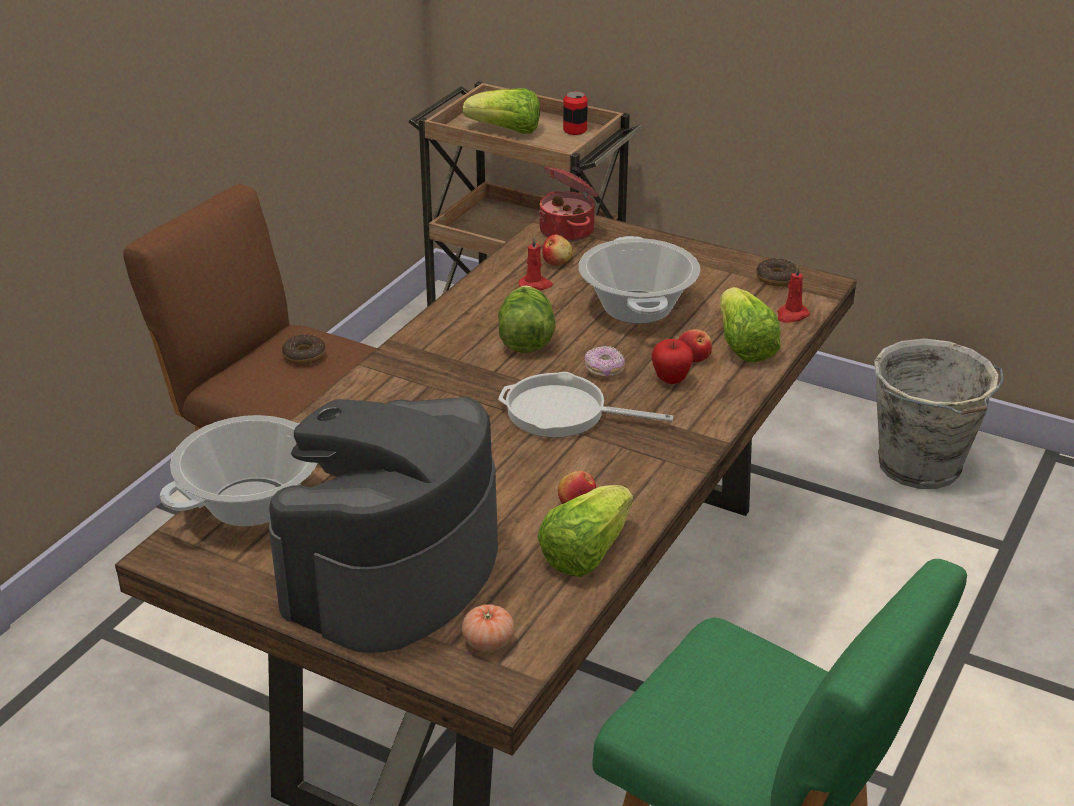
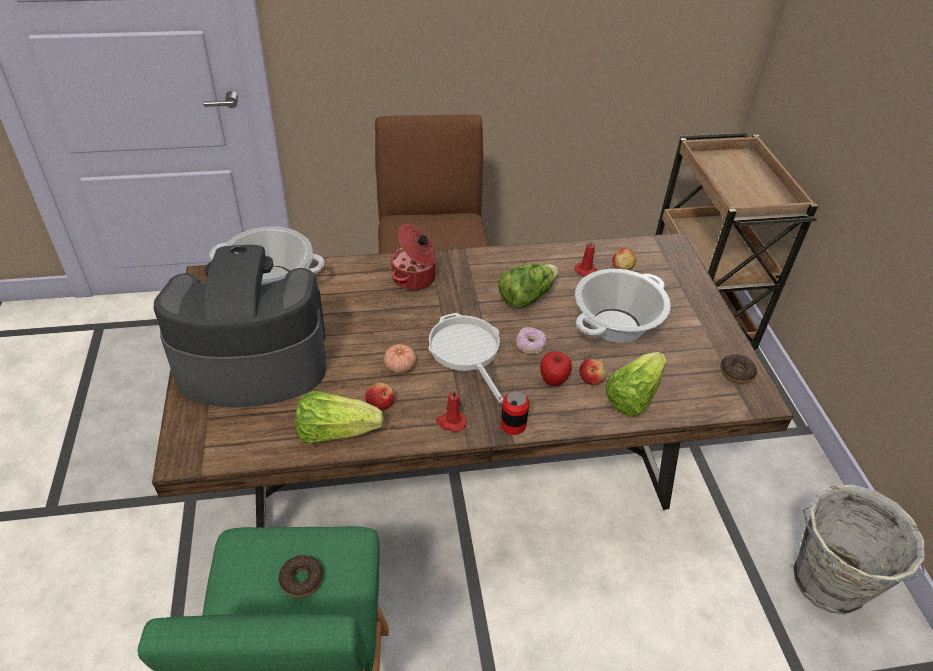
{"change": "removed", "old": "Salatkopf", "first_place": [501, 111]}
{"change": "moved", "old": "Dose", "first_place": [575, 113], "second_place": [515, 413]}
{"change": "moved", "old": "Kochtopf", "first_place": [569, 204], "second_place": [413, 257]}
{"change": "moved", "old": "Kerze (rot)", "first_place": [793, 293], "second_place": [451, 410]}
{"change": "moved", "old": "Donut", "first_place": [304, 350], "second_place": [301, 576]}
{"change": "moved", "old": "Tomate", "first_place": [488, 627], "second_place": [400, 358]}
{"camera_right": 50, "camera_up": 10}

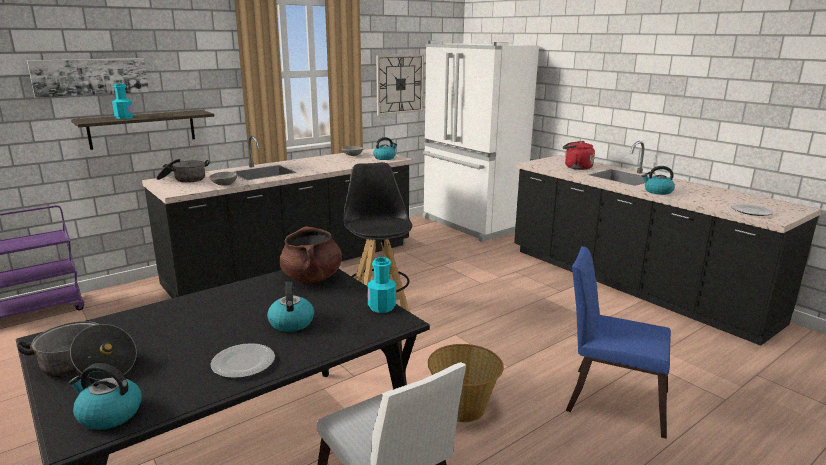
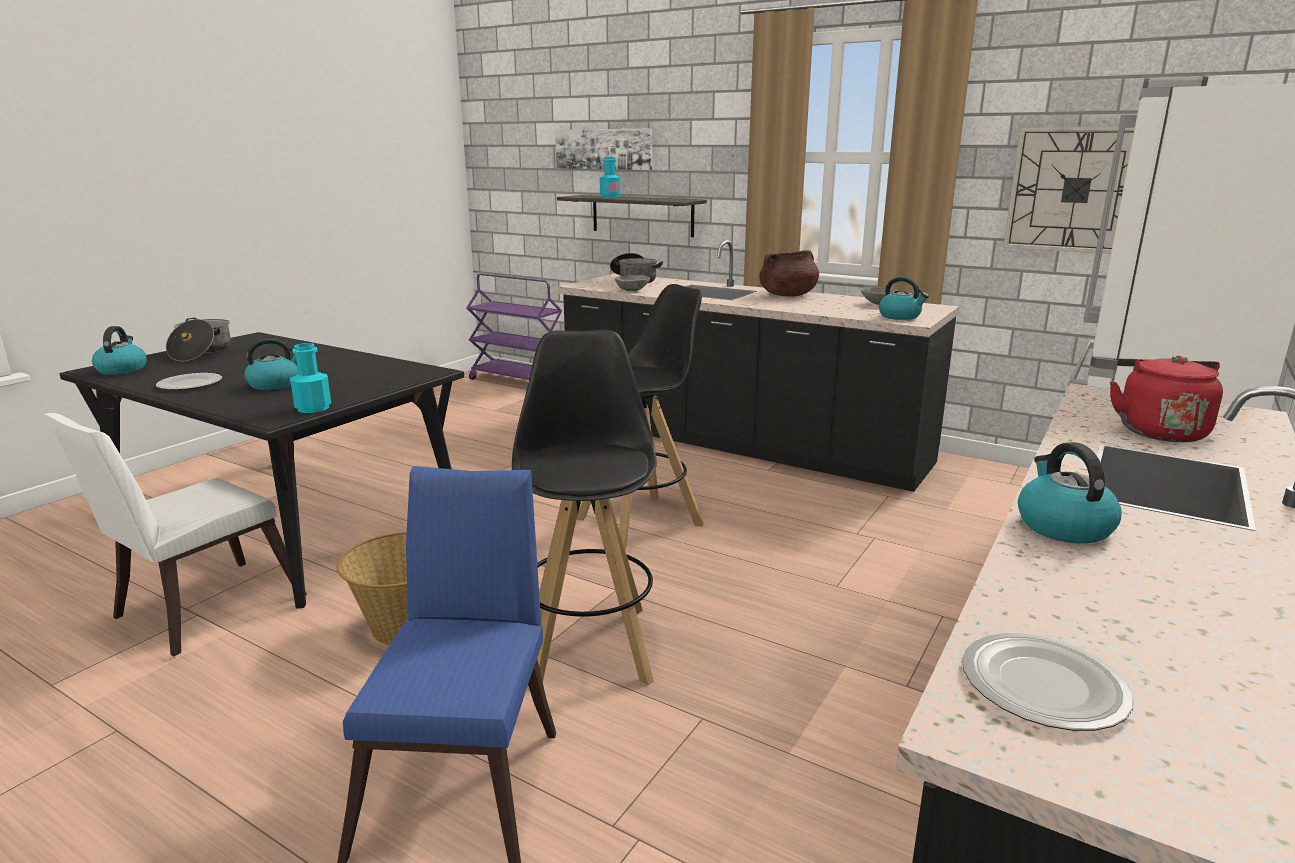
{"change": "moved", "old": "Kochtopf (braun)", "first_place": [310, 255], "second_place": [789, 273]}
{"change": "added", "new": "Hocker (schwarz)", "second_place": [584, 509]}
{"camera_right": 70, "camera_up": 0}

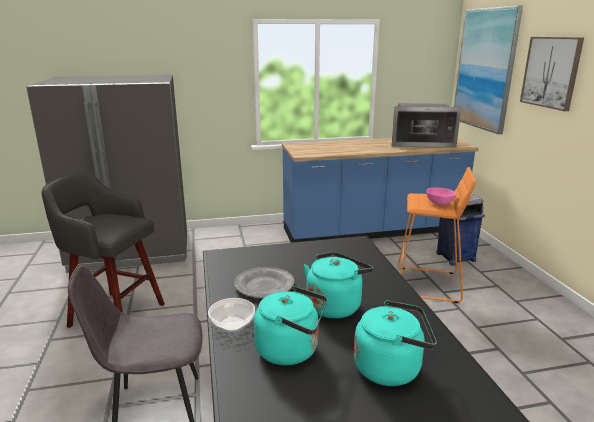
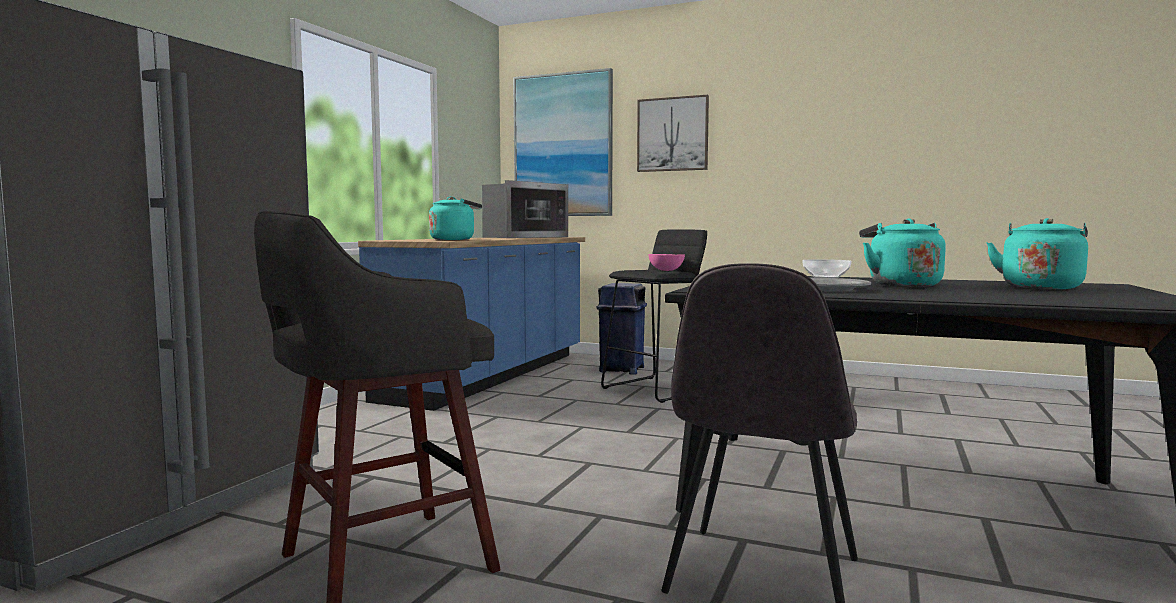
{"change": "recoloured", "old": "Hocker (orange)", "new": "Hocker (schwarz)", "first_place": [437, 235], "second_place": [654, 316]}
{"change": "moved", "old": "Wasserkessel (türkis)", "first_place": [291, 325], "second_place": [455, 218]}
{"change": "moved", "old": "Schüssel", "first_place": [231, 315], "second_place": [826, 268]}
{"camera_right": -55, "camera_up": -15}

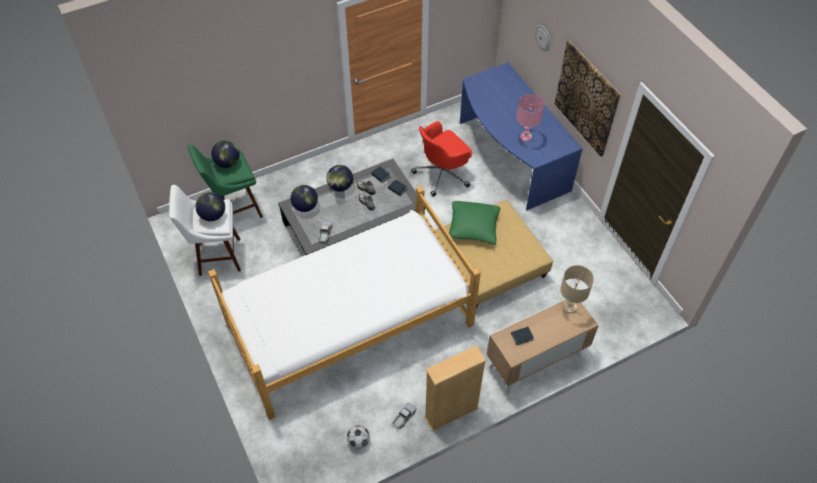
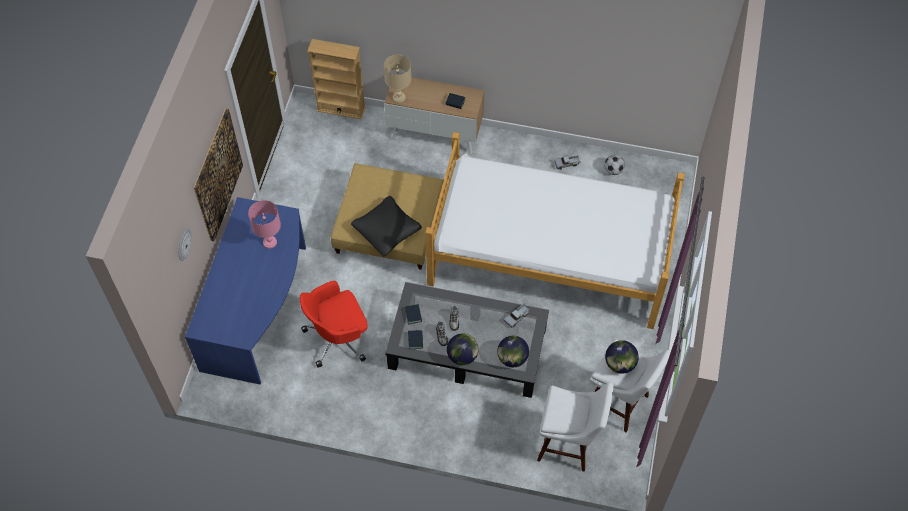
{"change": "turned", "old": "Bürostuhl (rot)", "first_place": [441, 159], "second_place": [334, 324], "degrees": 150}
{"change": "removed", "old": "Globus", "first_place": [225, 154]}
{"change": "recoloured", "old": "Hocker (grün)", "new": "Hocker (weiß)", "first_place": [225, 181], "second_place": [575, 427]}
{"change": "recoloured", "old": "Kissen (grün)", "new": "Kissen (schwarz)", "first_place": [474, 223], "second_place": [386, 226]}
{"change": "moved", "old": "Bücherregal (beige)", "first_place": [455, 388], "second_place": [336, 79]}
{"camera_right": -140, "camera_up": 5}

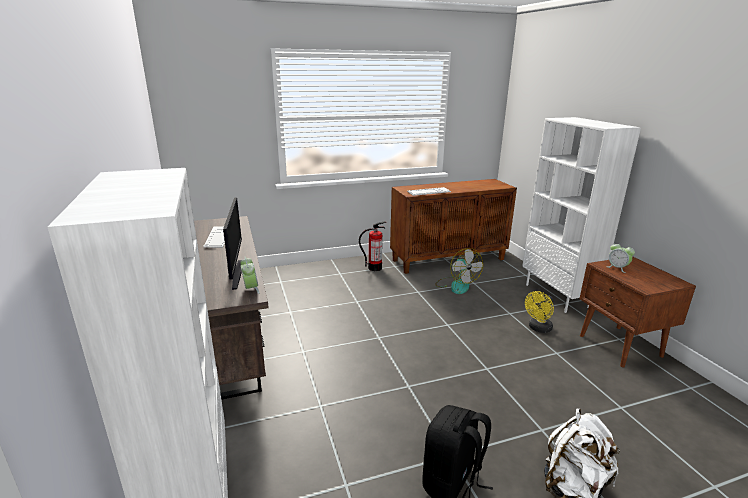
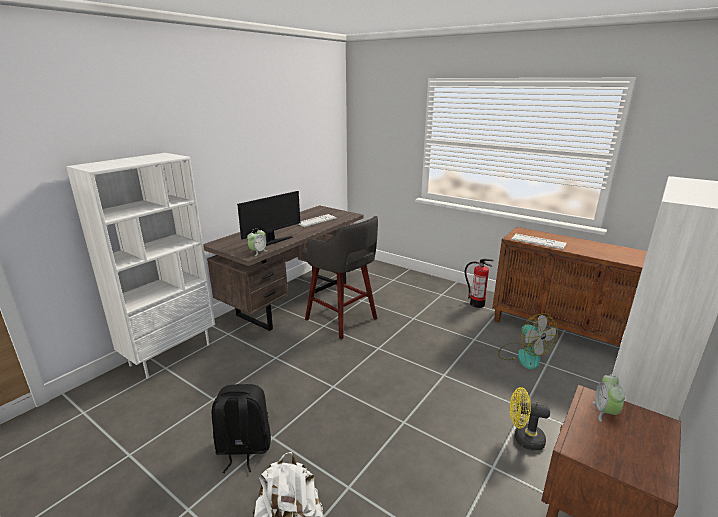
{"change": "turned", "old": "Ventilator", "first_place": [459, 271], "second_place": [528, 341], "degrees": -60}
{"change": "added", "new": "Hocker (grau)", "second_place": [340, 277]}
{"camera_right": 55, "camera_up": 0}

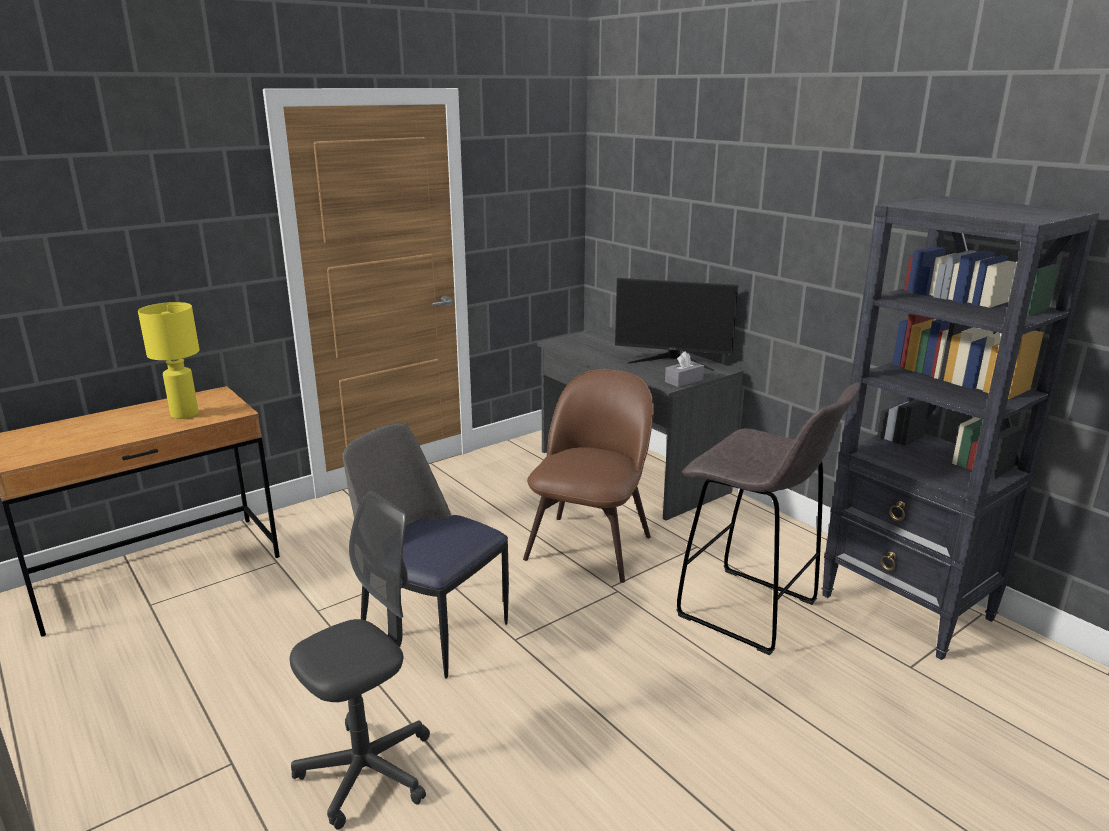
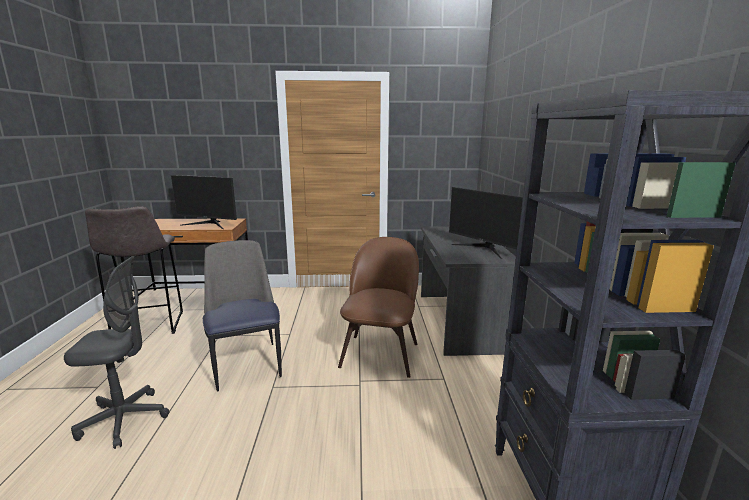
{"change": "replaced", "old": "Tischlampe (gelb)", "new": "Monitor", "first_place": [168, 360], "second_place": [204, 202]}
{"change": "removed", "old": "Taschentuchbox (grau)", "first_place": [684, 369]}
{"change": "turned", "old": "Stuhl (braun)", "first_place": [588, 476], "second_place": [378, 307], "degrees": -45}
{"change": "moved", "old": "Hocker (grau)", "first_place": [768, 518], "second_place": [134, 270]}
{"camera_right": 35, "camera_up": -5}

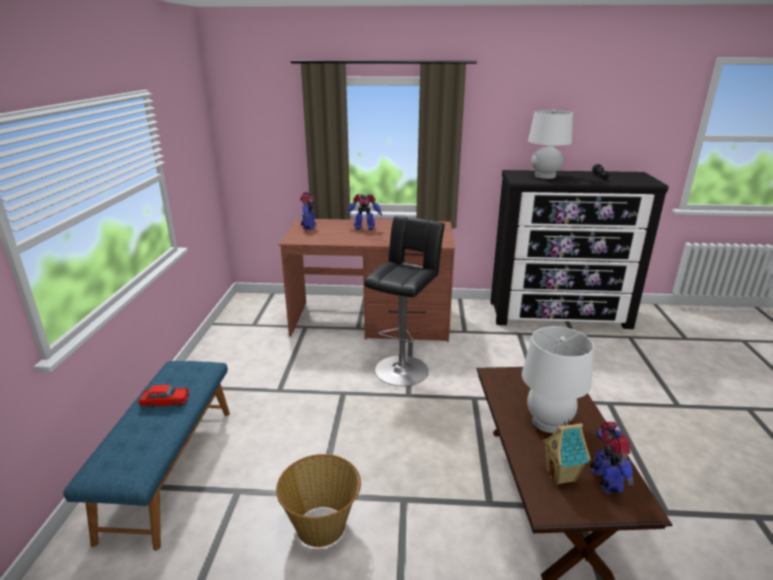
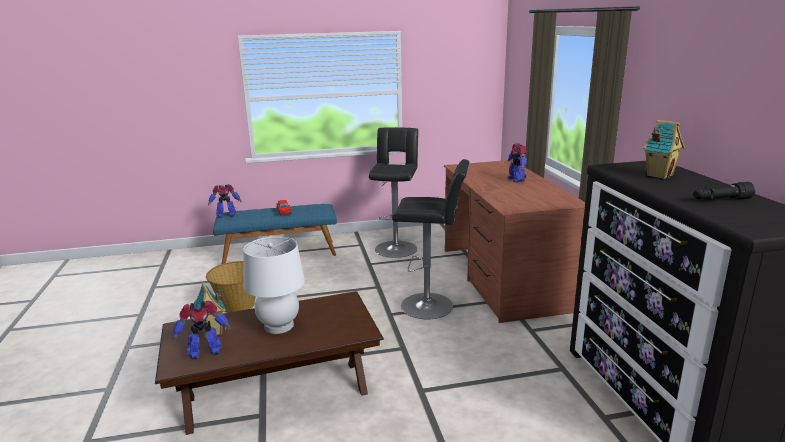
{"change": "replaced", "old": "Tischlampe (weiß)", "new": "Spielzeughaus", "first_place": [550, 144], "second_place": [664, 149]}
{"change": "moved", "old": "Spielzeugroboter", "first_place": [308, 211], "second_place": [225, 201]}
{"change": "added", "new": "Hocker (schwarz)", "second_place": [393, 192]}
{"camera_right": 75, "camera_up": -5}

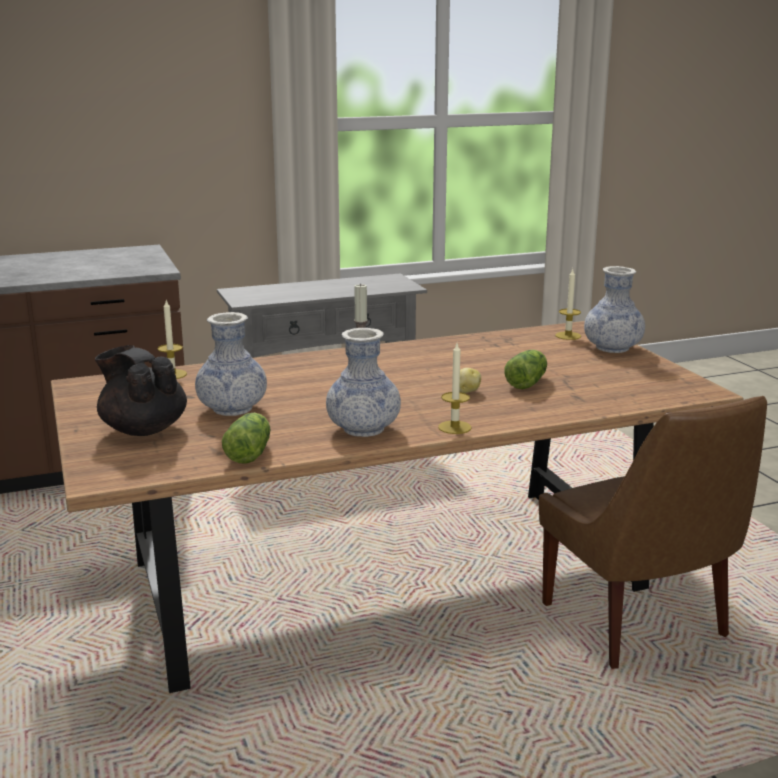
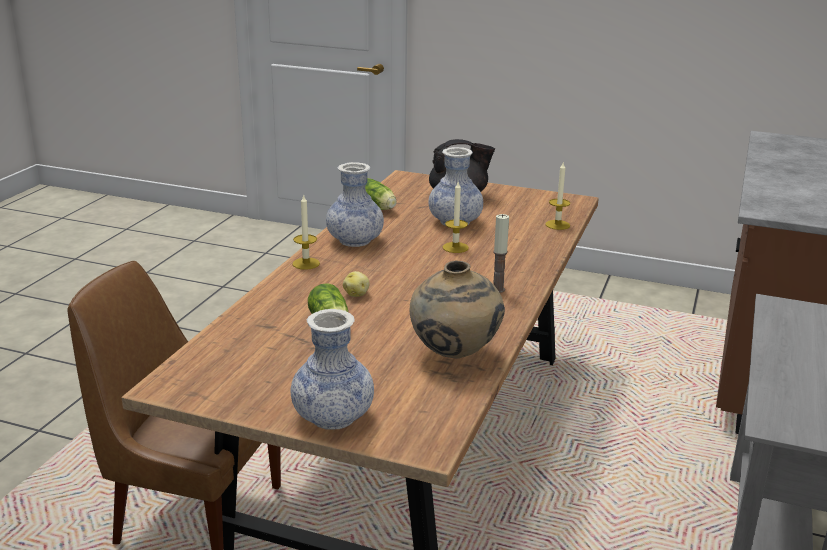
{"change": "moved", "old": "Kerze", "first_place": [568, 304], "second_place": [456, 217]}
{"change": "added", "new": "Vase (beige)", "second_place": [457, 309]}
{"camera_right": 130, "camera_up": 5}

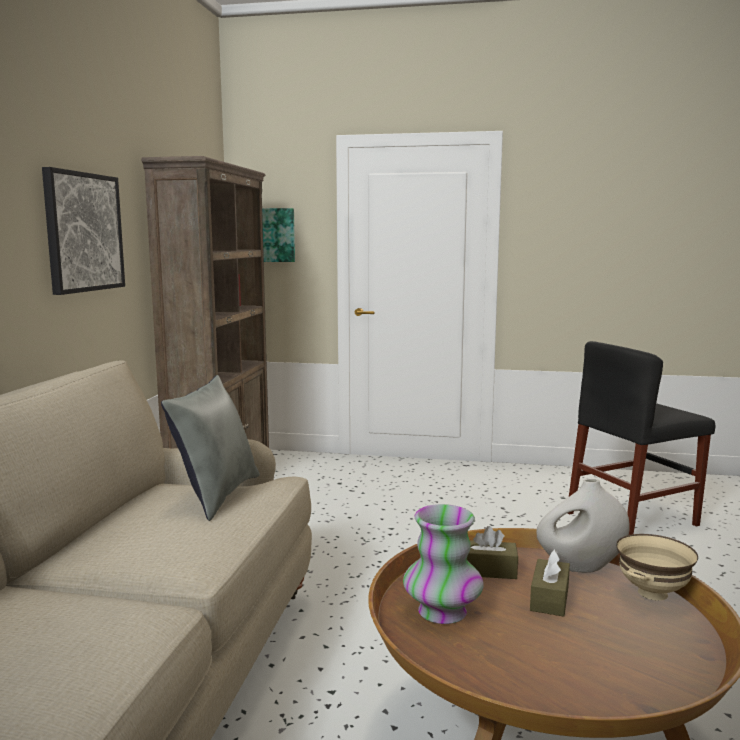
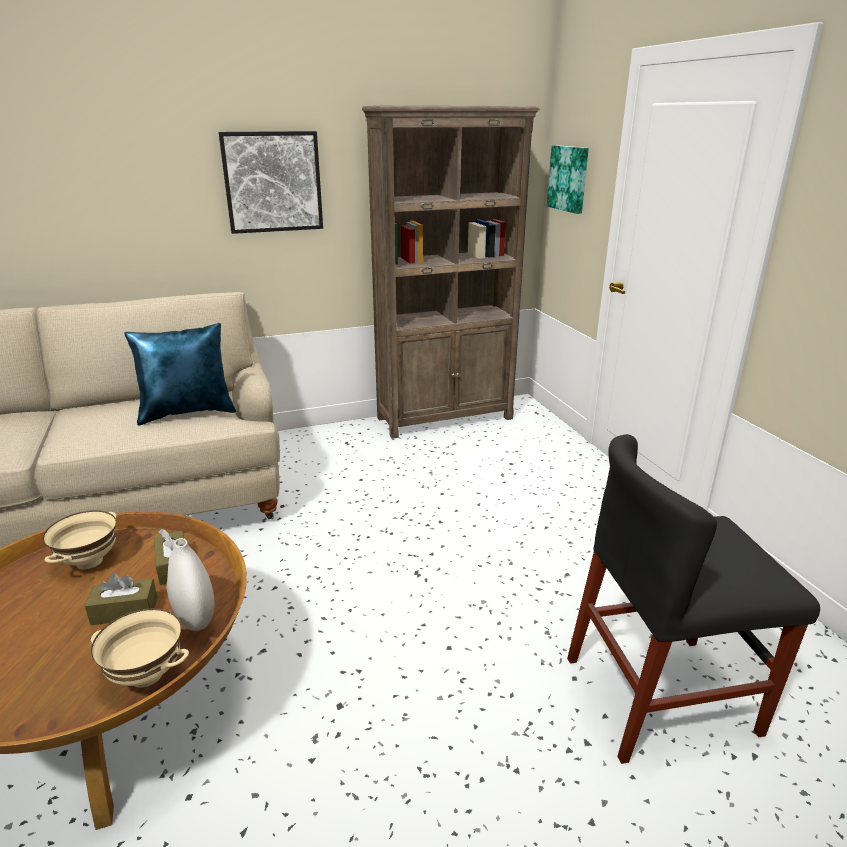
{"change": "turned", "old": "Stuhl (schwarz)", "first_place": [641, 438], "second_place": [693, 599], "degrees": -45}
{"change": "recoloured", "old": "Kissen (grau)", "new": "Kissen (blau)", "first_place": [210, 448], "second_place": [180, 374]}
{"change": "replaced", "old": "Vase", "new": "Schüssel (beige)", "first_place": [443, 564], "second_place": [80, 540]}
{"camera_right": 60, "camera_up": 15}

